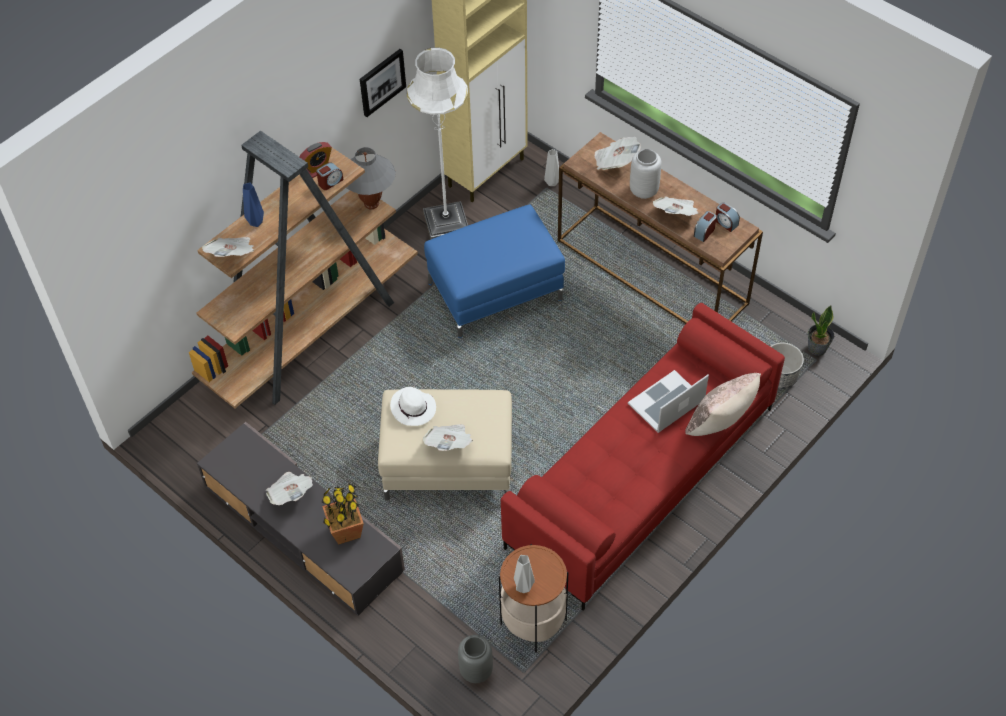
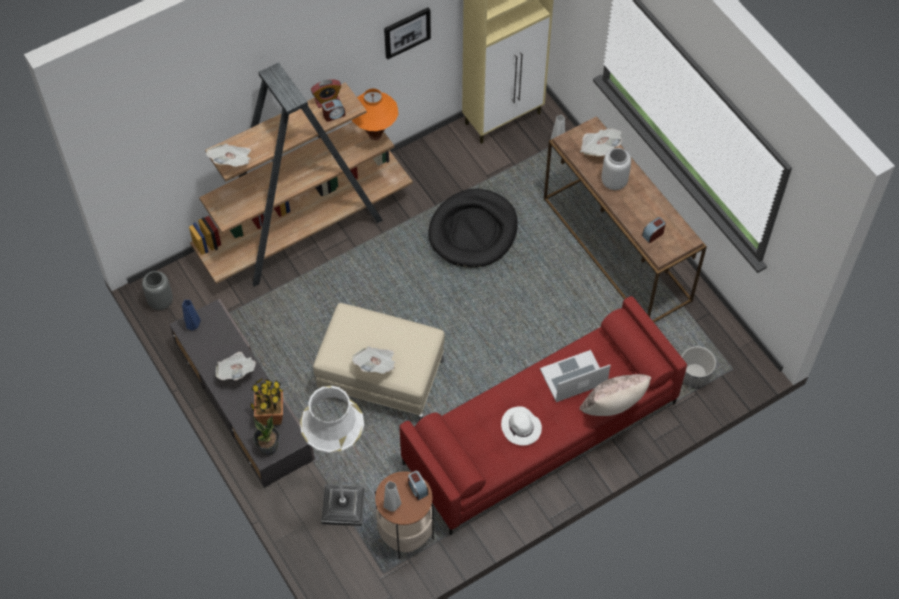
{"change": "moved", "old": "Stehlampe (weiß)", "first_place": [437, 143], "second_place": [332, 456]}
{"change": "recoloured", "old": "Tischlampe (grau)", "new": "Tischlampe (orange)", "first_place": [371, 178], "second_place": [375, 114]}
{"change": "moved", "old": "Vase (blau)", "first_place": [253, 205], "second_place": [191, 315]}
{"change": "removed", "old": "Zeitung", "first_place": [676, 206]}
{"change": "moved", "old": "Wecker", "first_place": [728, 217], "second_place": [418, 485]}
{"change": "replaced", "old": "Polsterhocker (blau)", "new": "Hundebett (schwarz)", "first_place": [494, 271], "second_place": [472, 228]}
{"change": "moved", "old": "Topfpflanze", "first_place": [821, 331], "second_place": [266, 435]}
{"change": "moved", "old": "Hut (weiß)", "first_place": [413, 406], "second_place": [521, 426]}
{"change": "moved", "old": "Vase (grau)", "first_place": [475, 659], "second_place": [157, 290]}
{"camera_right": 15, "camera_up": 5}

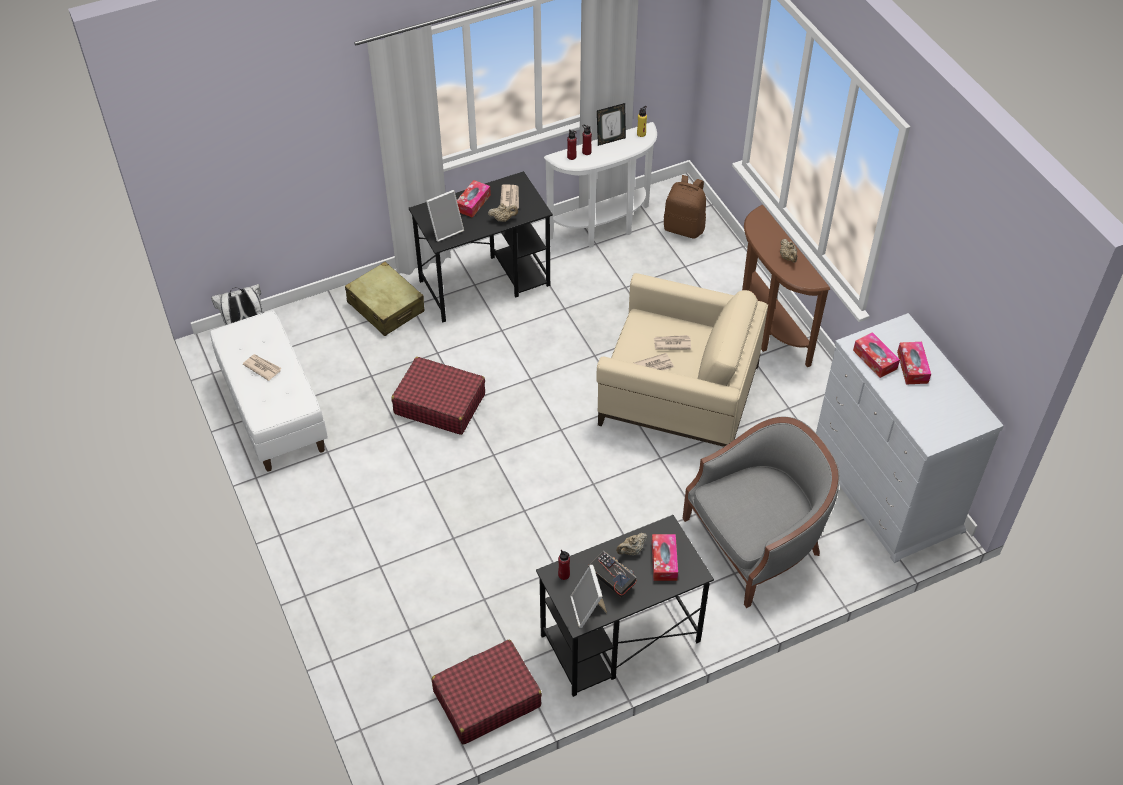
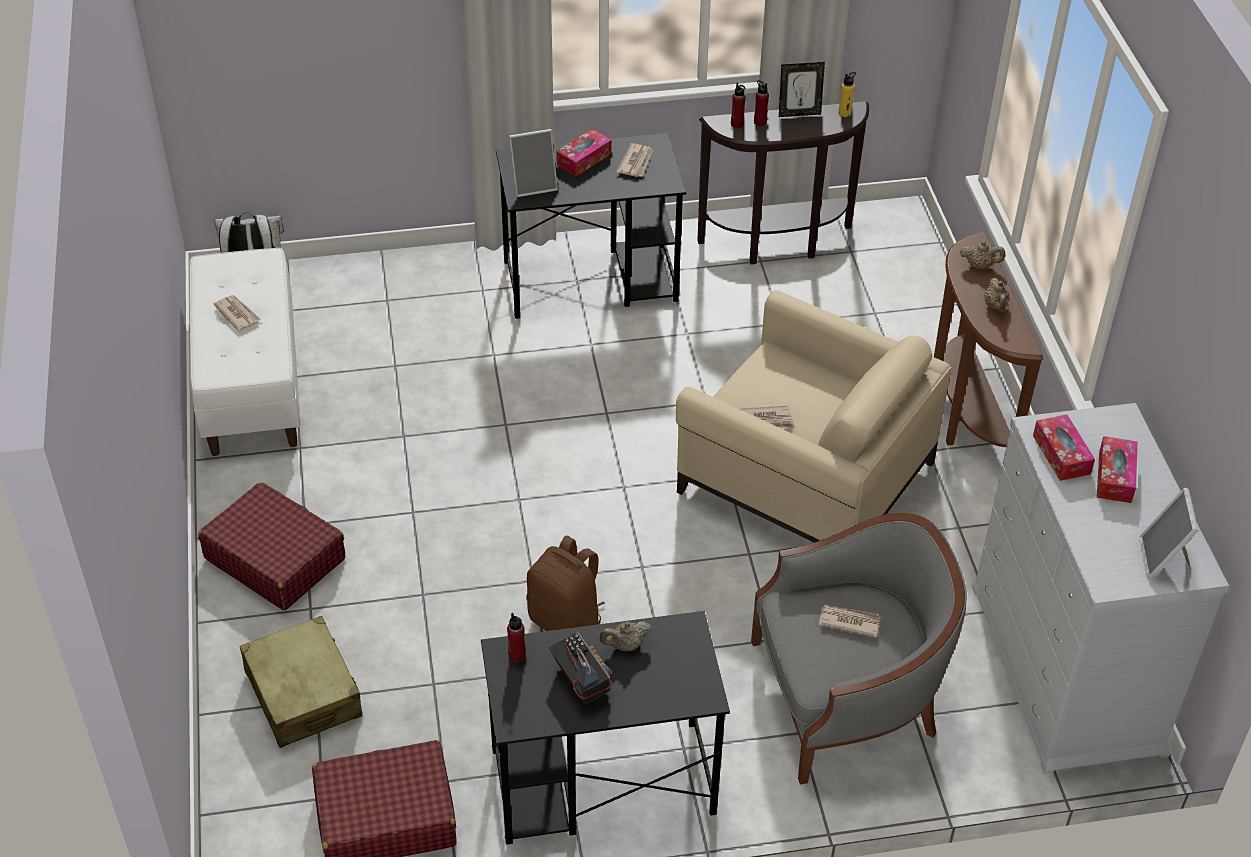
{"change": "recoloured", "old": "Konsolentisch (weiß)", "new": "Konsolentisch (braun)", "first_place": [600, 185], "second_place": [783, 183]}
{"change": "moved", "old": "Rucksack (braun)", "first_place": [685, 207], "second_place": [565, 583]}
{"change": "moved", "old": "Teekanne (beige)", "first_place": [503, 212], "second_place": [982, 255]}
{"change": "moved", "old": "Koffer (beige)", "first_place": [384, 299], "second_place": [301, 682]}
{"change": "moved", "old": "Zeitung", "first_place": [672, 342], "second_place": [850, 621]}
{"change": "moved", "old": "Koffer (rot)", "first_place": [438, 396], "second_place": [271, 546]}
{"change": "removed", "old": "Taschentuchbox", "first_place": [665, 557]}
{"change": "moved", "old": "Bilderrahmen", "first_place": [588, 596], "second_place": [1169, 534]}
{"camera_right": 15, "camera_up": -5}

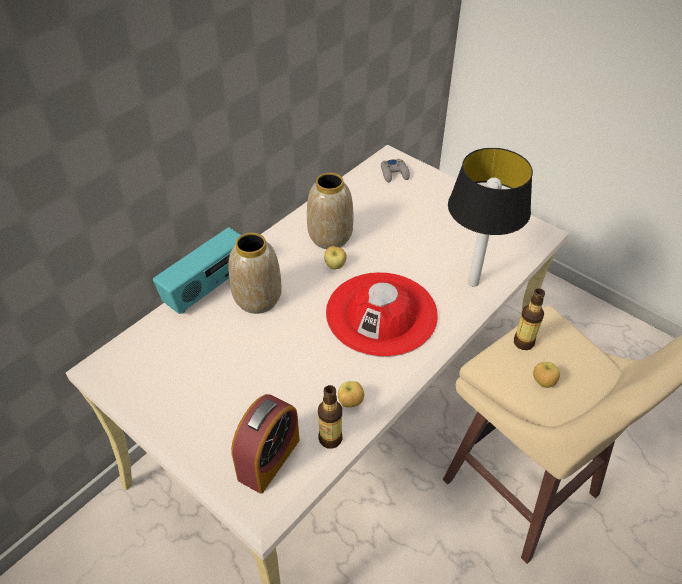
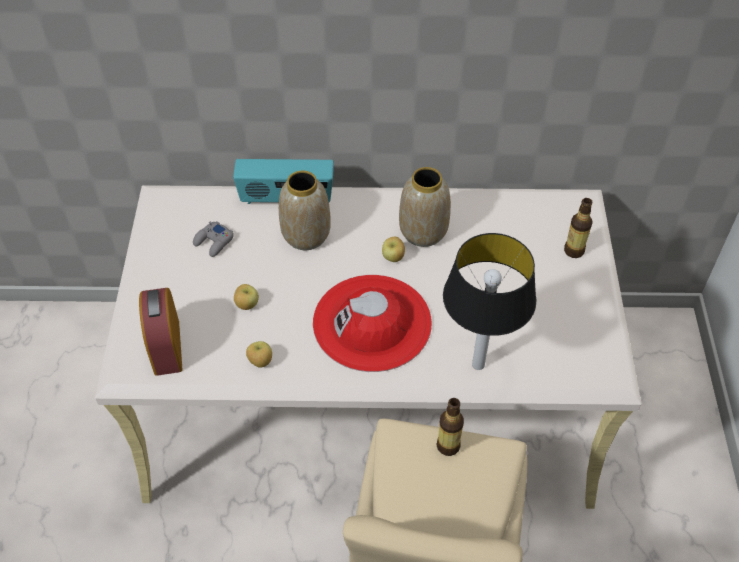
{"change": "moved", "old": "Gamepad (grau)", "first_place": [395, 170], "second_place": [213, 239]}
{"change": "moved", "old": "Apfel", "first_place": [546, 375], "second_place": [246, 297]}
{"change": "moved", "old": "Flasche", "first_place": [330, 417], "second_place": [578, 228]}
{"change": "turned", "old": "Wecker", "first_place": [265, 444], "second_place": [160, 332], "degrees": 90}
{"camera_right": 50, "camera_up": 5}

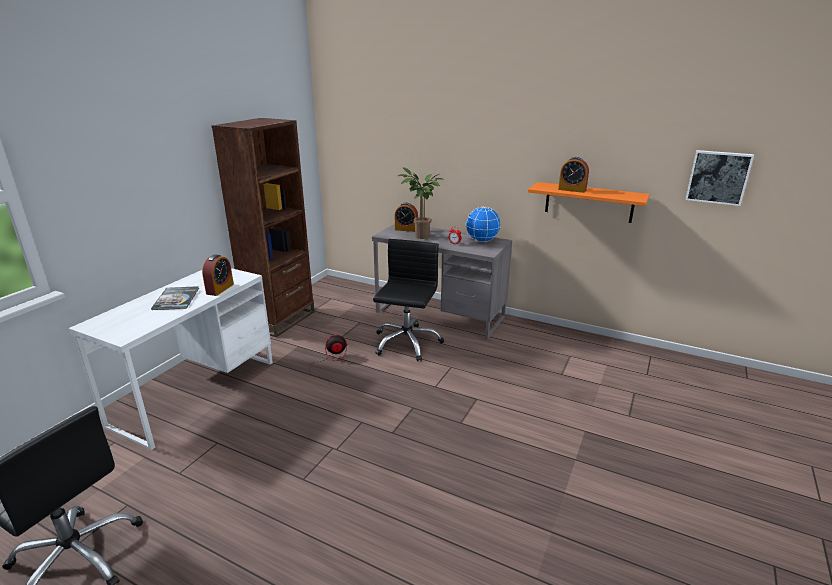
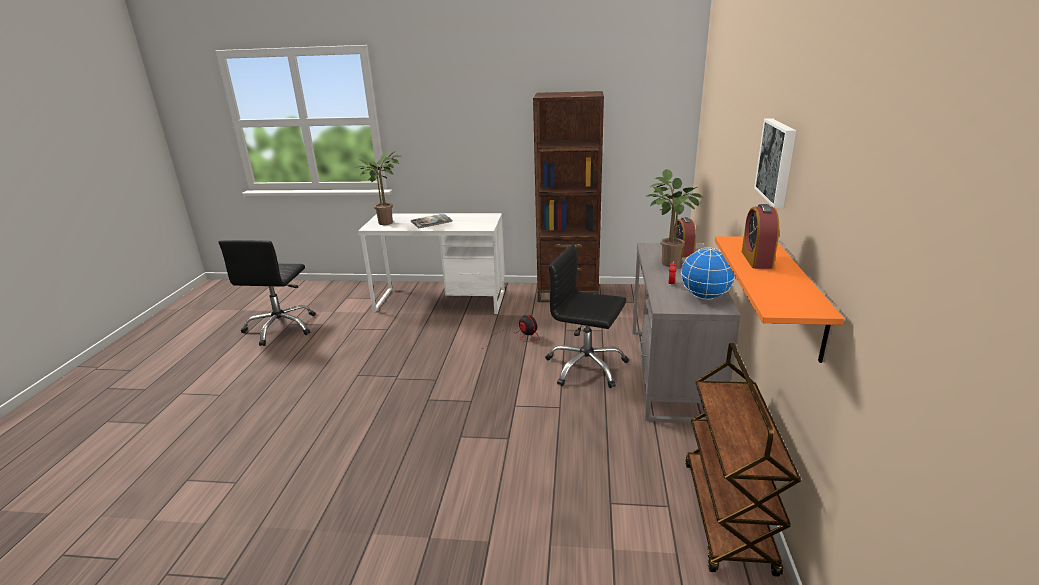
{"change": "moved", "old": "Bild", "first_place": [719, 178], "second_place": [775, 163]}
{"change": "turned", "old": "Bürostuhl (schwarz)", "first_place": [408, 300], "second_place": [587, 316], "degrees": -150}
{"change": "removed", "old": "Wecker", "first_place": [218, 275]}
{"change": "added", "new": "Topfpflanze", "second_place": [378, 187]}
{"change": "added", "new": "Rollwagen (braun)", "second_place": [743, 460]}
{"camera_right": 70, "camera_up": 0}

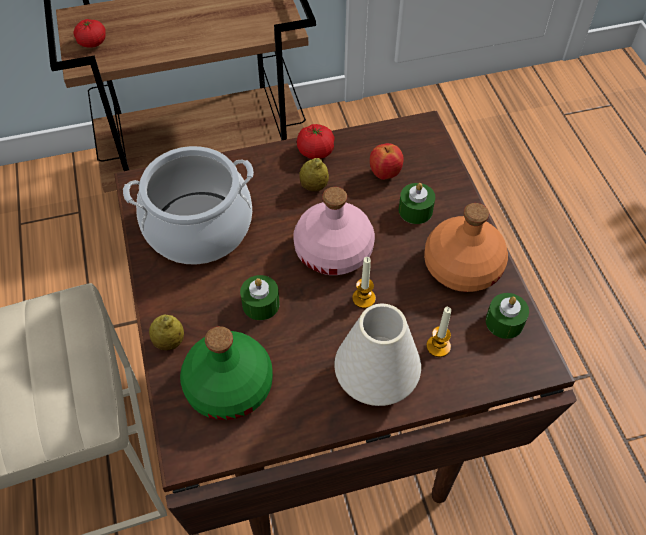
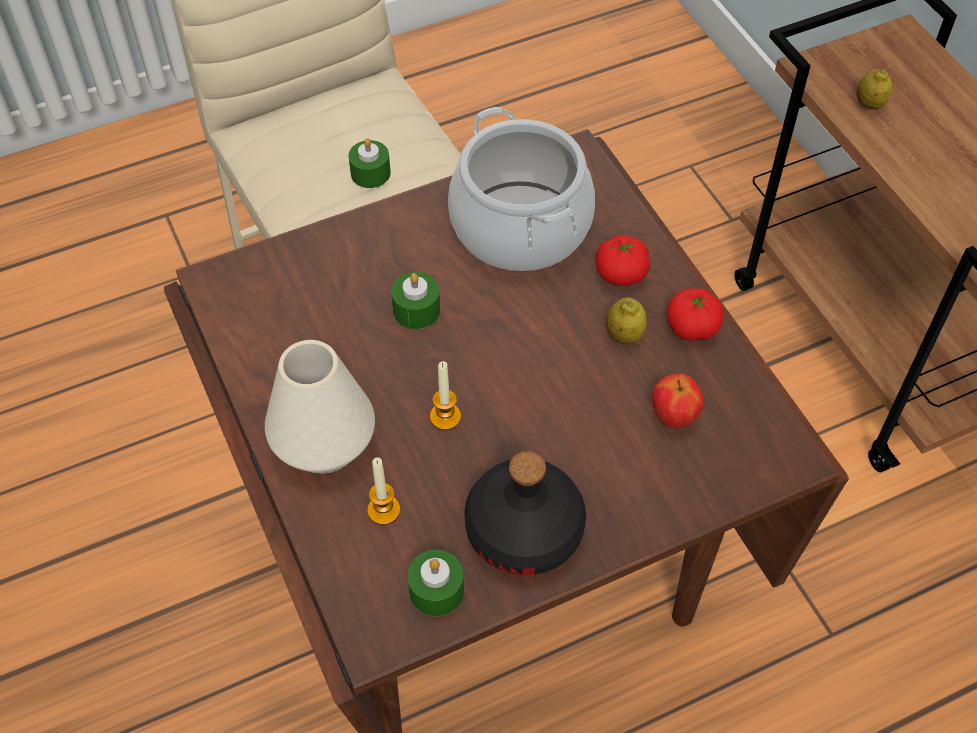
{"change": "moved", "old": "Tomate", "first_place": [89, 33], "second_place": [623, 260]}
{"change": "moved", "old": "Kerze (grün)", "first_place": [417, 203], "second_place": [370, 163]}
{"change": "removed", "old": "Flasche (rosa)", "first_place": [334, 231]}
{"change": "recoloured", "old": "Flasche (orange)", "new": "Flasche (schwarz)", "first_place": [466, 247], "second_place": [525, 513]}
{"change": "moved", "old": "Zitrone", "first_place": [166, 333], "second_place": [874, 89]}
{"change": "removed", "old": "Flasche (grün)", "first_place": [226, 373]}
{"camera_right": 80, "camera_up": 0}

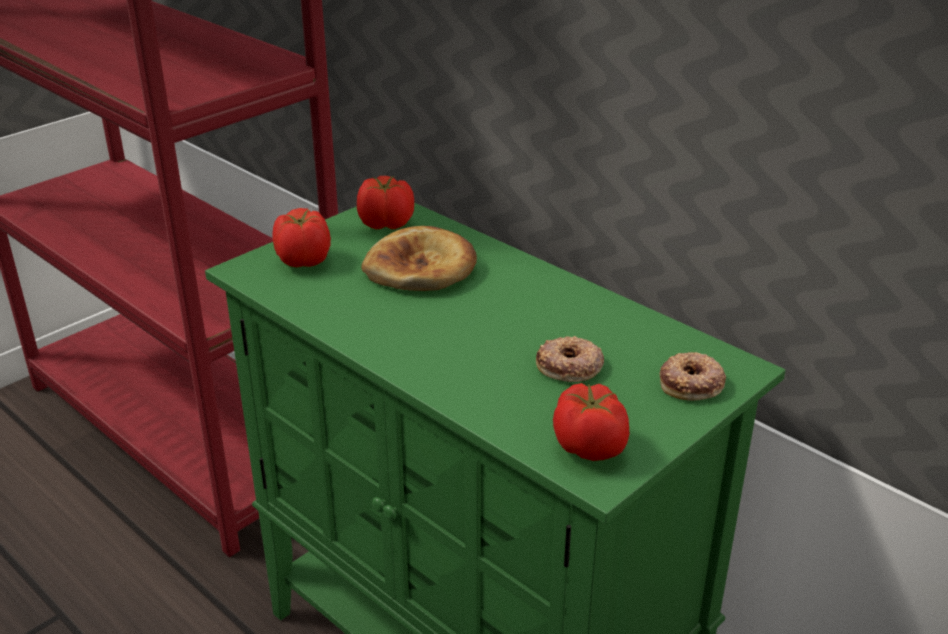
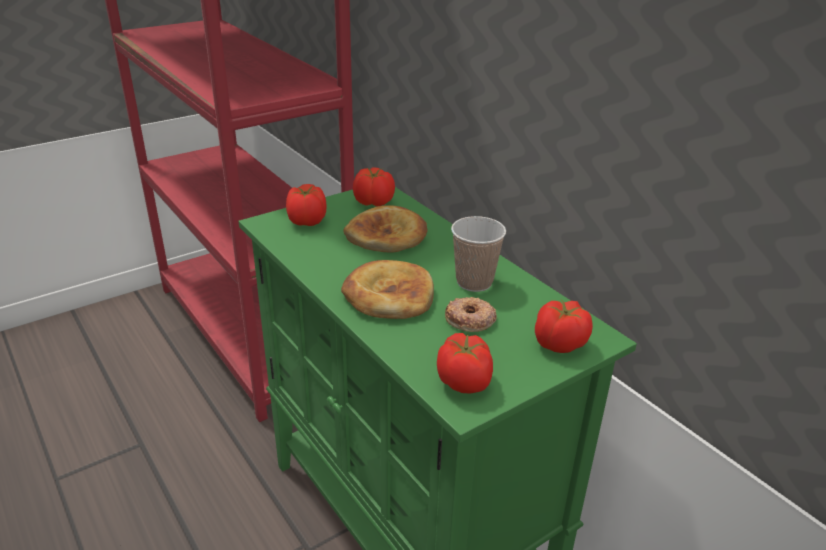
{"change": "replaced", "old": "Donut", "new": "Tomate", "first_place": [693, 376], "second_place": [564, 326]}
{"change": "added", "new": "Tasse", "second_place": [478, 254]}
{"change": "added", "new": "Brot", "second_place": [387, 289]}
{"camera_right": 10, "camera_up": 0}

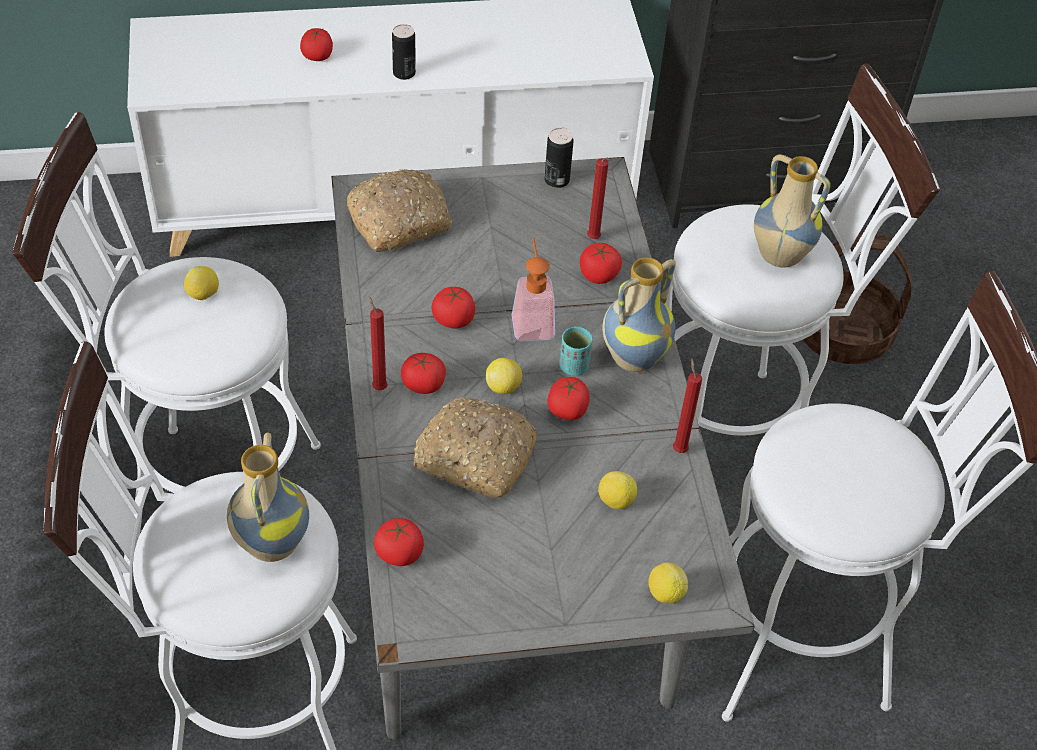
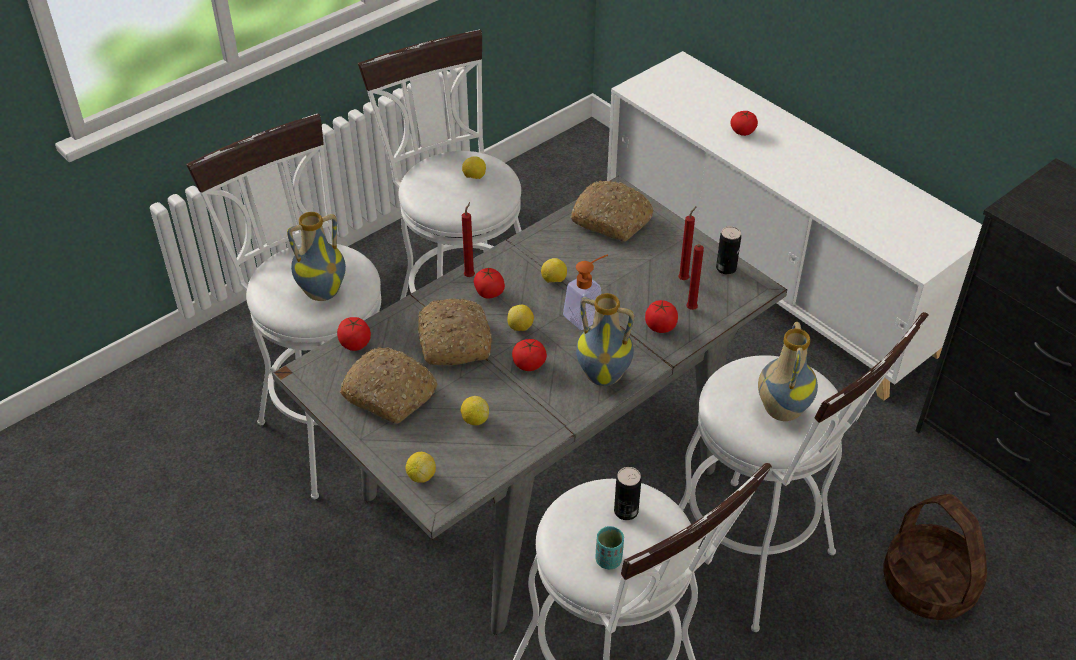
{"change": "moved", "old": "Dose", "first_place": [404, 52], "second_place": [627, 493]}
{"change": "replaced", "old": "Tomate", "new": "Zitrone", "first_place": [453, 307], "second_place": [554, 270]}
{"change": "moved", "old": "Tasse (türkis)", "first_place": [576, 351], "second_place": [609, 547]}
{"change": "moved", "old": "Kerze (rot)", "first_place": [687, 406], "second_place": [687, 243]}
{"change": "added", "new": "Brot", "second_place": [389, 385]}
{"camera_right": 60, "camera_up": -5}

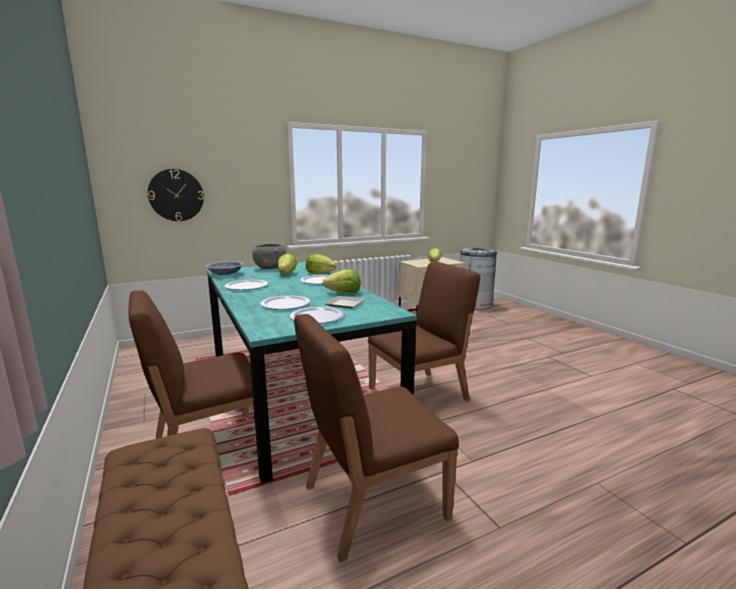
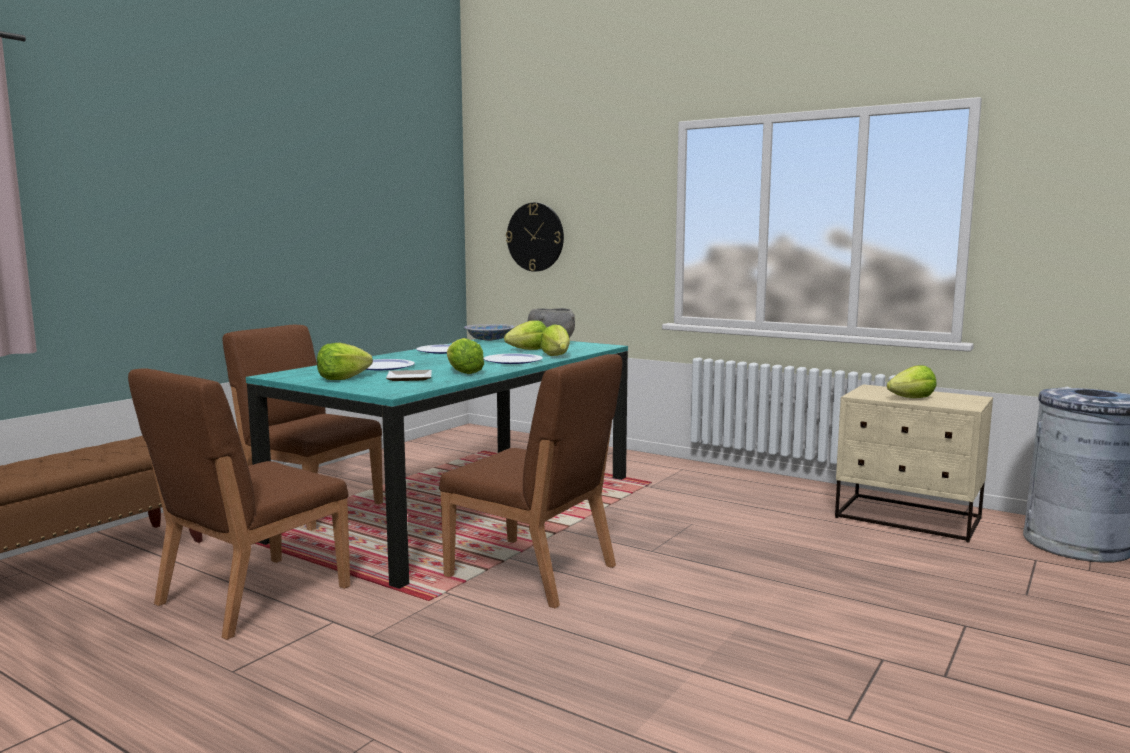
{"change": "replaced", "old": "Teller", "new": "Salatkopf", "first_place": [317, 315], "second_place": [345, 361]}
{"change": "turned", "old": "Stuhl (braun)", "first_place": [376, 438], "second_place": [239, 504], "degrees": -90}
{"camera_right": 60, "camera_up": -5}

